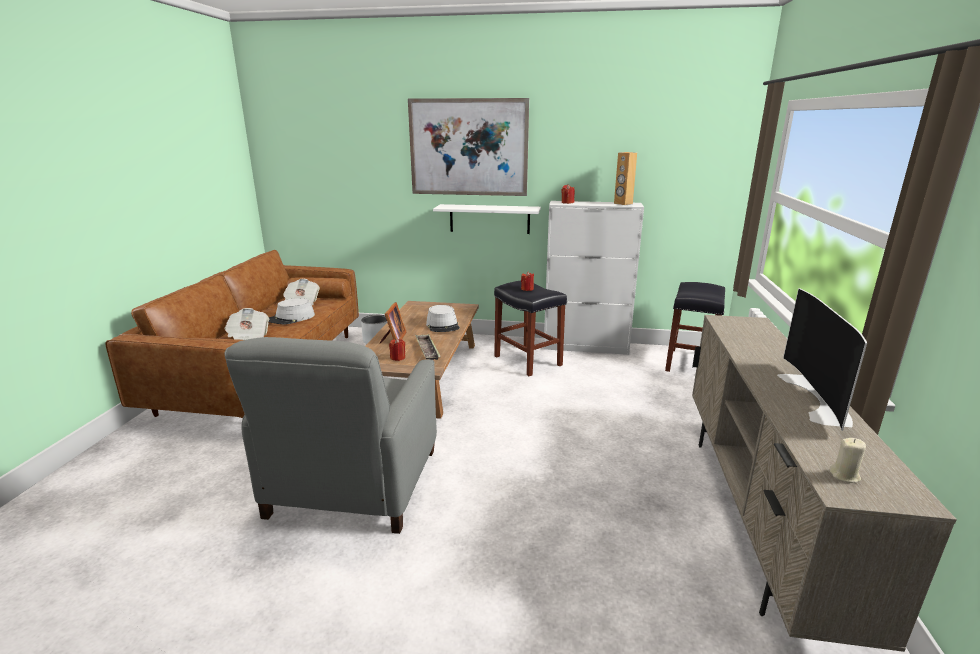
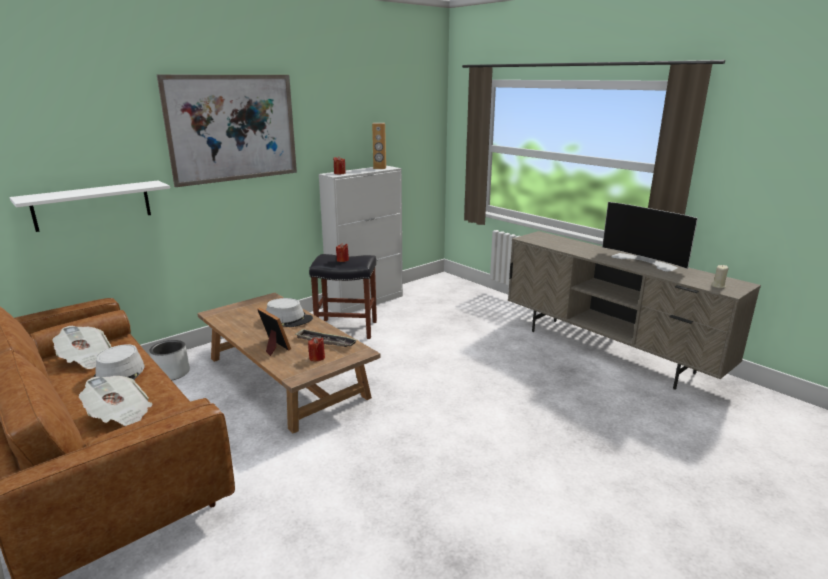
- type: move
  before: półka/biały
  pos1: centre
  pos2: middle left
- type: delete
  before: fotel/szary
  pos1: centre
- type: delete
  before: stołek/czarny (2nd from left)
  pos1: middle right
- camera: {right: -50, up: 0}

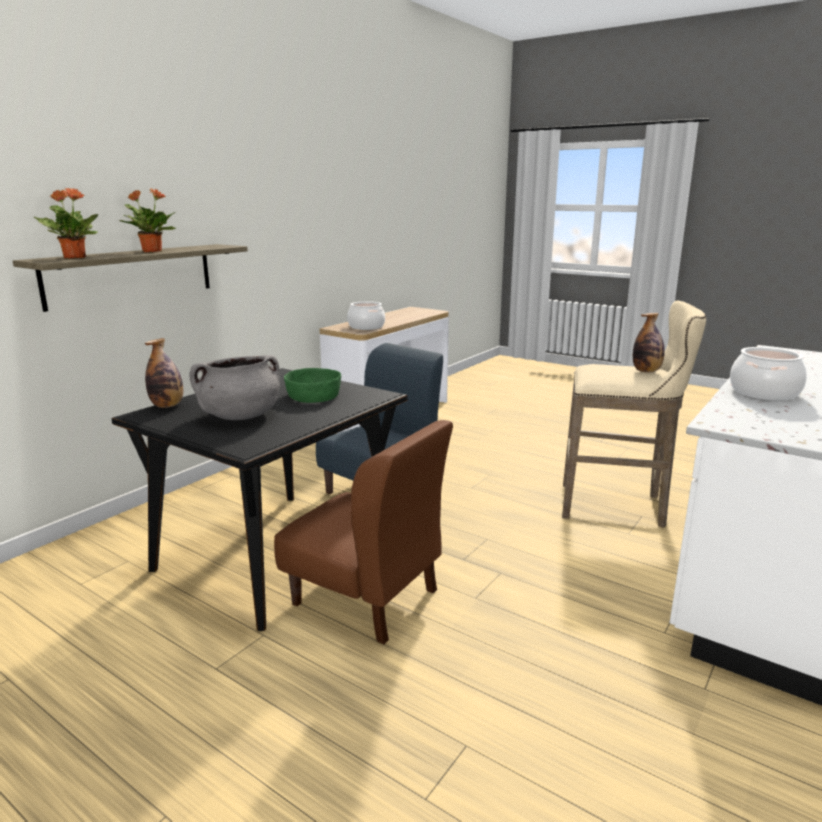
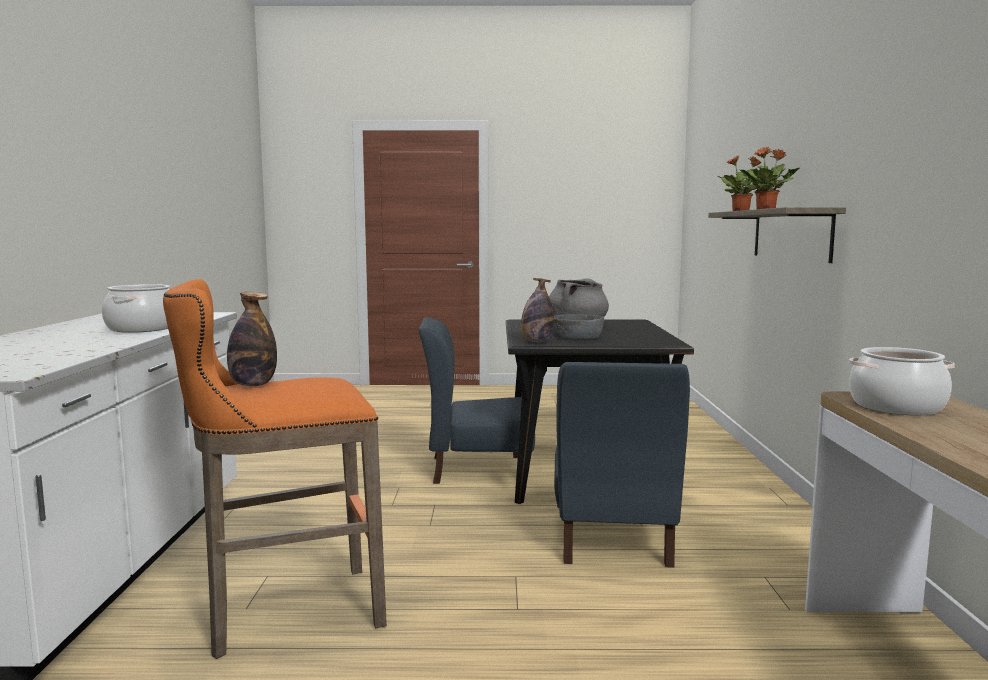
- type: recolor
  before: stołek/beżowy
  after: stołek/pomarańczowy
  pos1: middle right
  pos2: bottom left
- type: recolor
  before: krzesło/brązowy
  after: krzesło/niebieski (1st from left)
  pos1: centre
  pos2: centre
- type: move
  before: butelka (1st from left in the first image)
  after: butelka (2nd from left)
  pos1: middle left
  pos2: centre
- type: recolor
  before: miska/zielony
  after: miska/szary
  pos1: centre
  pos2: centre
- camera: {right: 145, up: -10}

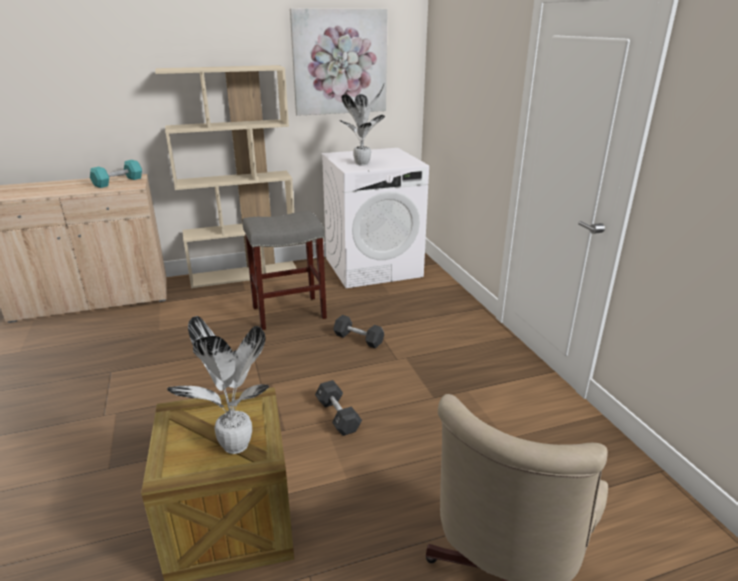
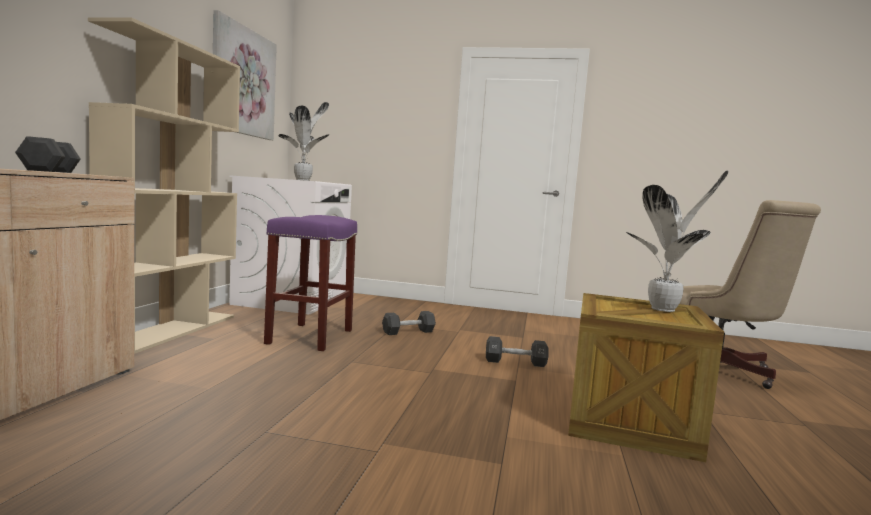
- type: recolor
  before: hantel/turkusowy
  after: hantel/czarny (1st from left)
  pos1: top left
  pos2: top left
- type: recolor
  before: stołek/szary
  after: stołek/fioletowy
  pos1: centre
  pos2: centre
- camera: {right: -60, up: -20}

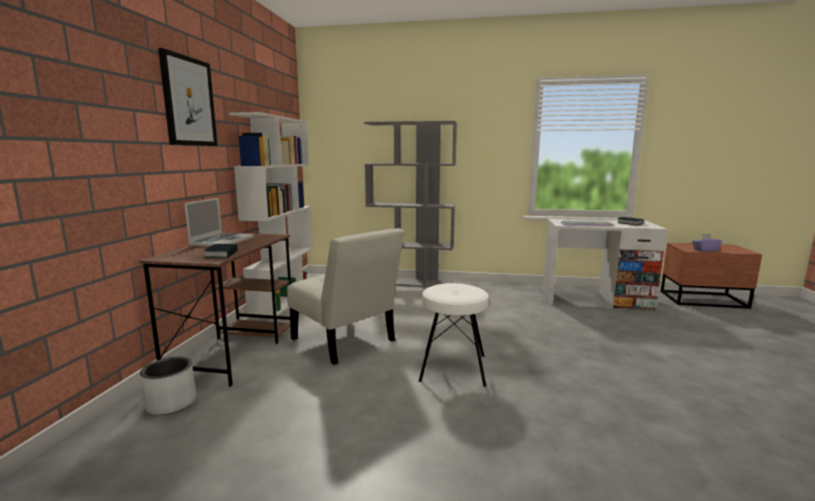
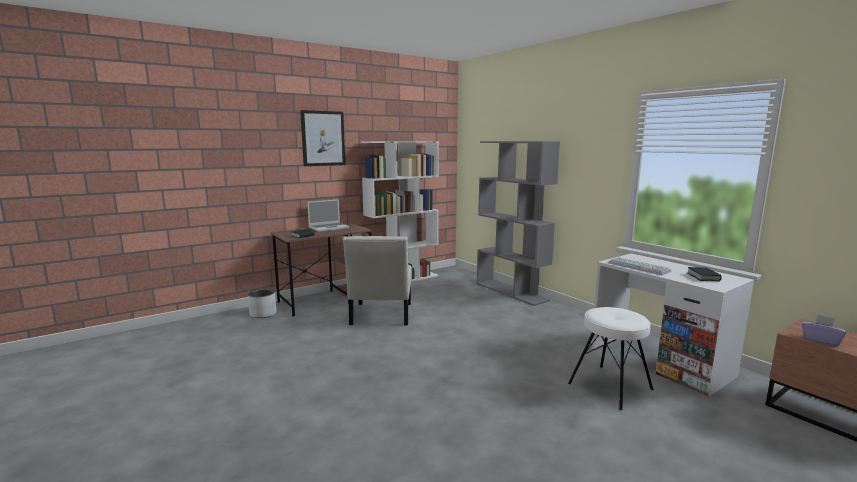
- type: move
  before: stołek/biały
  pos1: bottom centre
  pos2: bottom right
- camera: {right: 45, up: 0}

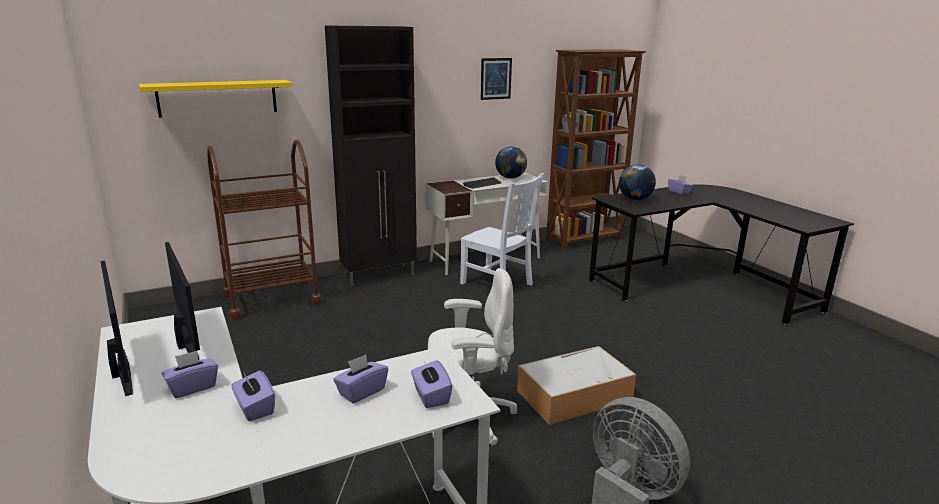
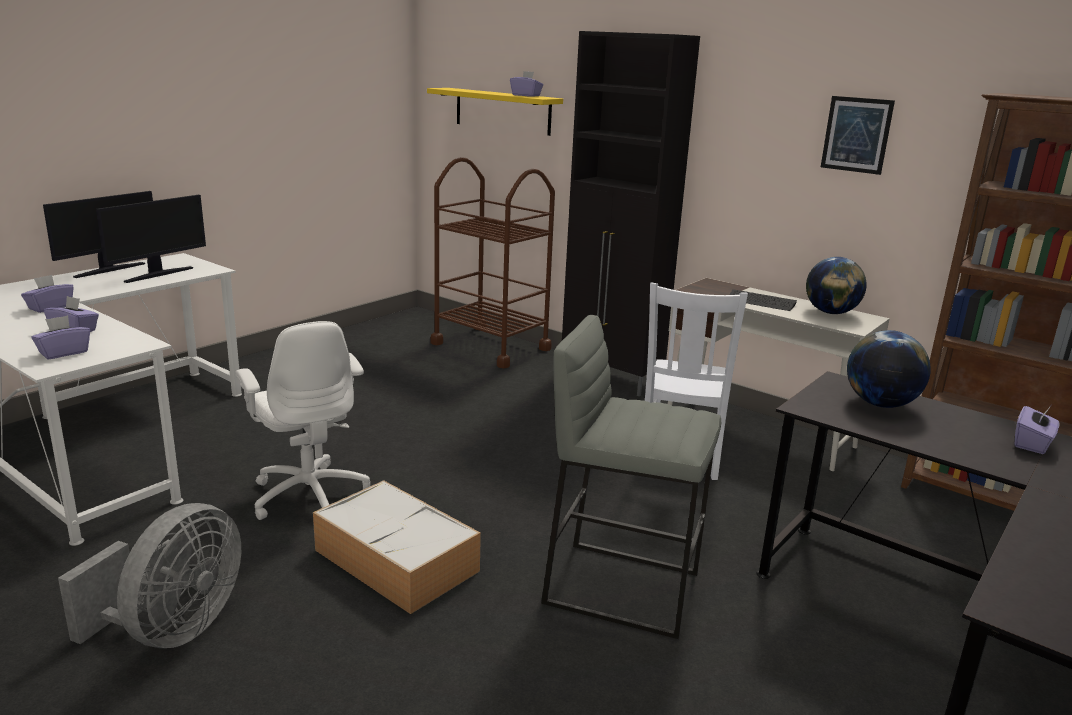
- type: move
  before: pudełko chusteczek/fioletowy (1st from left in the first image)
  after: pudełko chusteczek/fioletowy (4th from left)
  pos1: bottom left
  pos2: top centre
- type: insert
  after: stołek/szary
  pos2: bottom centre
- camera: {right: 65, up: 0}

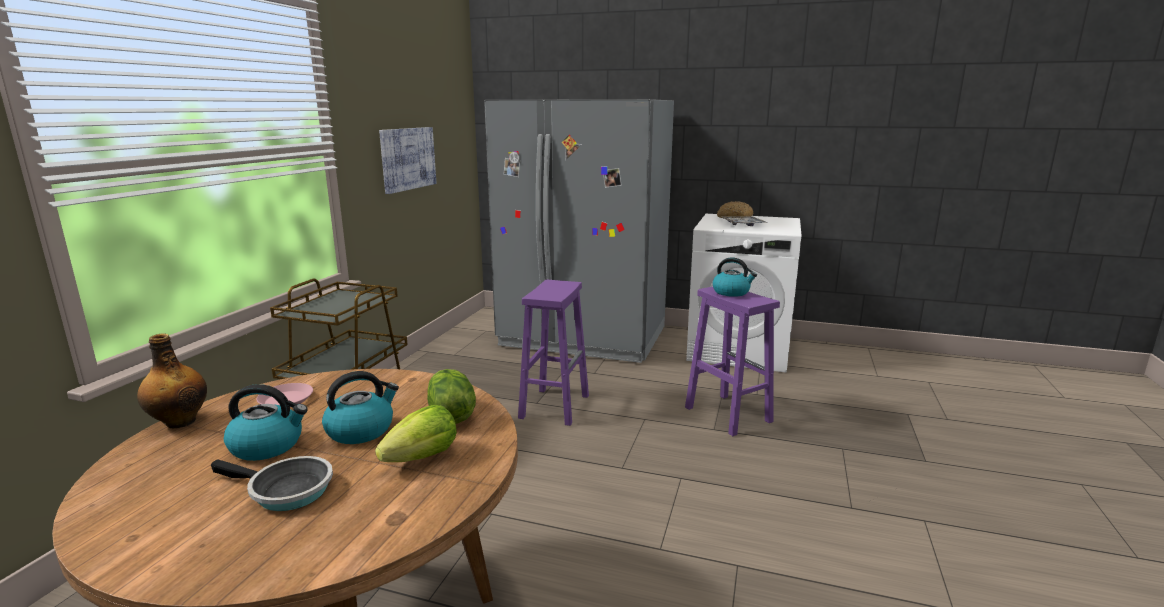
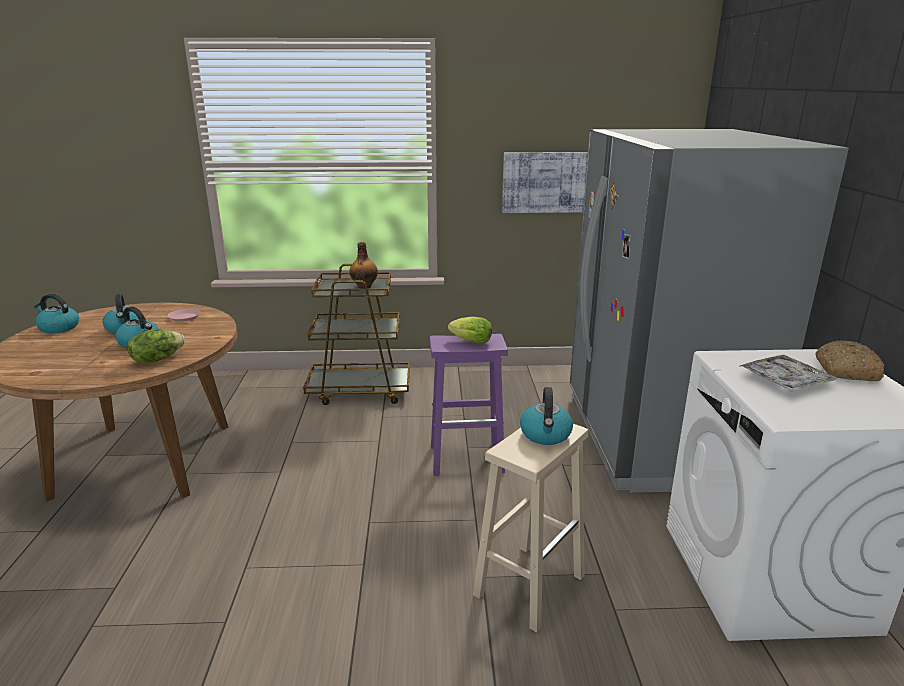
- type: insert
  after: czajnik (1st from left)
  pos2: middle left
- type: move
  before: butelka
  pos1: middle left
  pos2: centre
- type: move
  before: sałata (1st from left in the first image)
  after: sałata (2nd from left)
  pos1: bottom centre
  pos2: centre
- type: recolor
  before: stołek/fioletowy (2nd from left)
  after: stołek/beżowy
  pos1: centre
  pos2: bottom centre
- type: delete
  before: patelnia
  pos1: bottom left
- camera: {right: 70, up: 5}

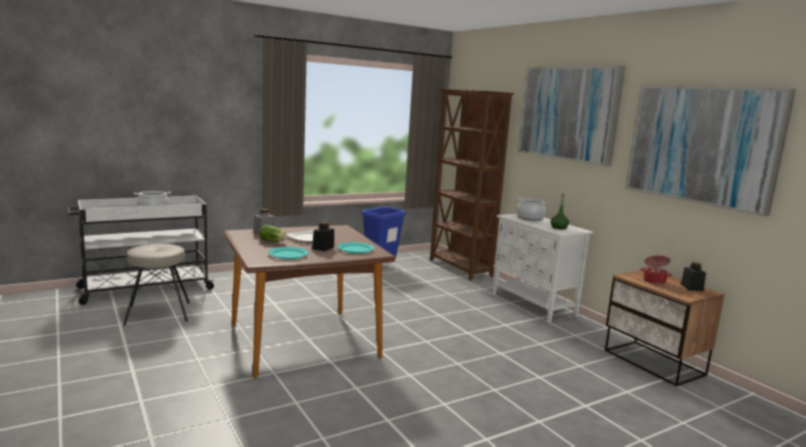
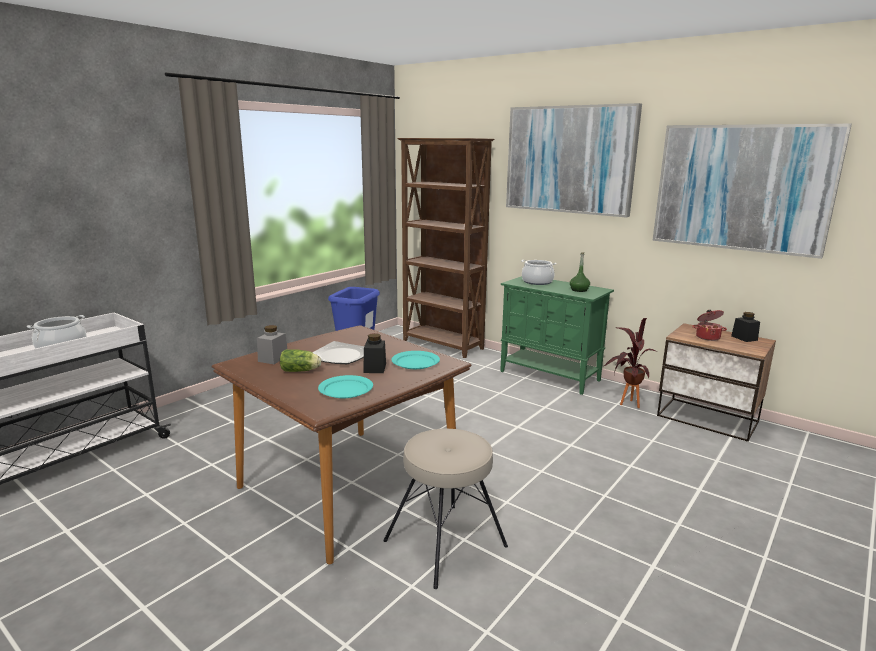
- type: move
  before: stołek/beżowy
  pos1: middle left
  pos2: bottom centre
- type: recolor
  before: szafka/biały
  after: szafka/zielony
  pos1: middle right
  pos2: centre
- type: insert
  after: roślina doniczkowa
  pos2: middle right
- camera: {right: -20, up: 5}

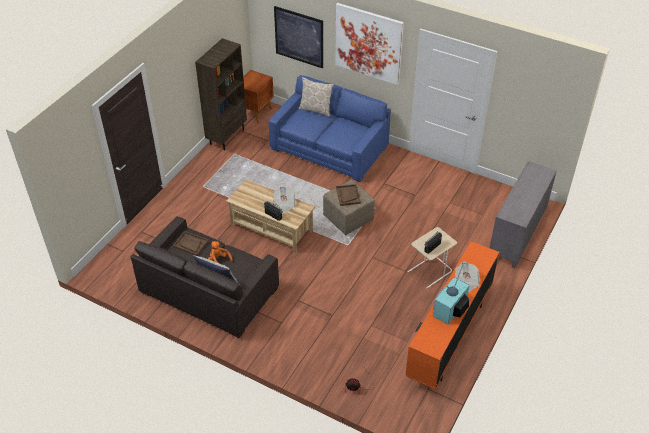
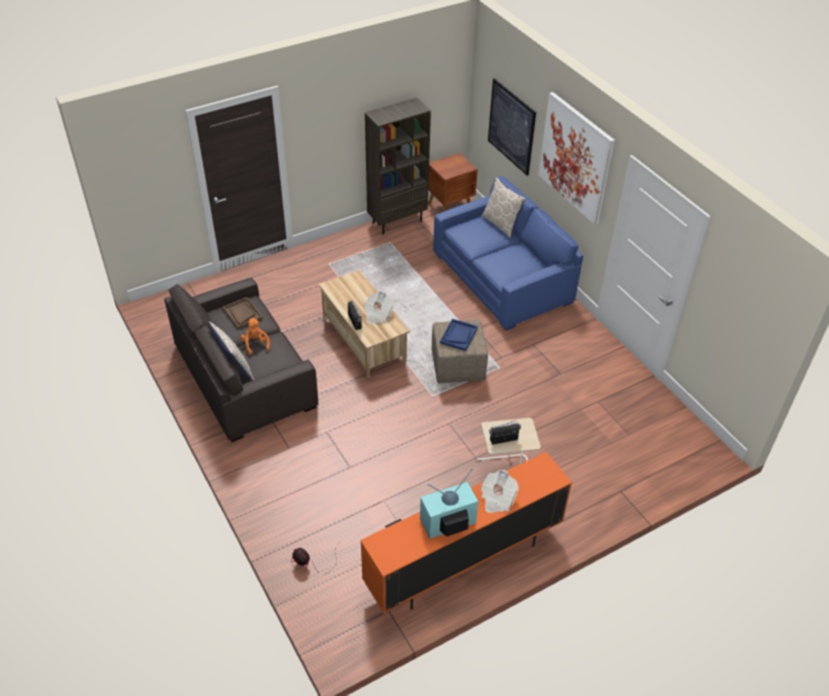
- type: recolor
  before: taca/brązowy (2nd from left)
  after: taca/niebieski
  pos1: centre
  pos2: centre
- type: delete
  before: szafka/szary
  pos1: middle right
- camera: {right: 30, up: 0}

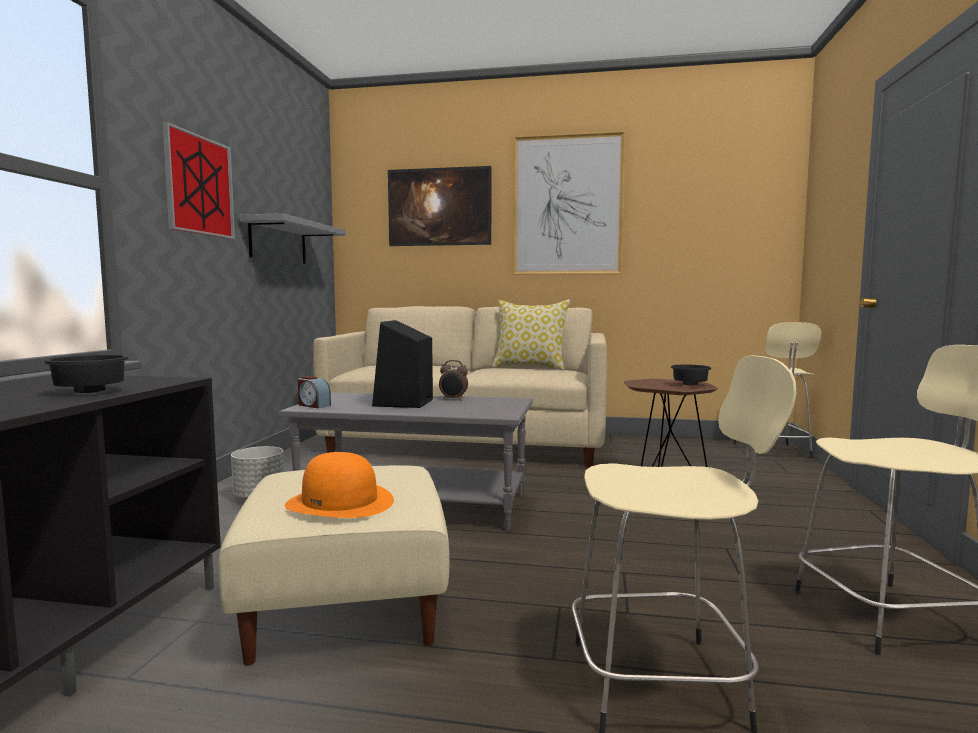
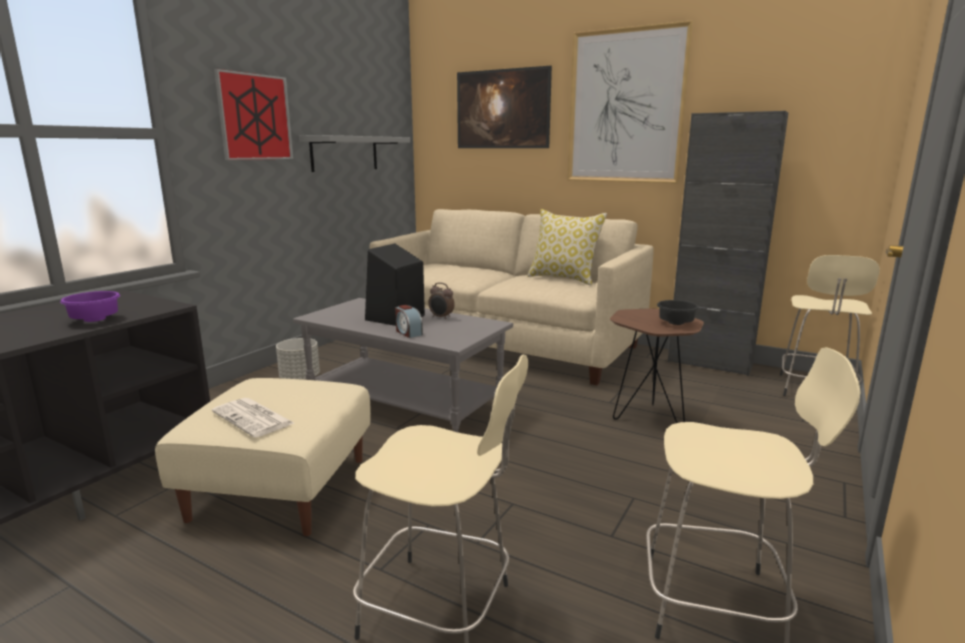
- type: recolor
  before: miska/czarny (1st from left)
  after: miska/fioletowy
  pos1: middle left
  pos2: middle left
- type: replace
  before: kapelusz/pomarańczowy
  after: gazeta
  pos1: centre
  pos2: middle left
- type: move
  before: budzik (1st from left)
  pos1: middle left
  pos2: centre
- type: insert
  after: szafka/czarny
  pos2: middle right
- camera: {right: 20, up: 10}

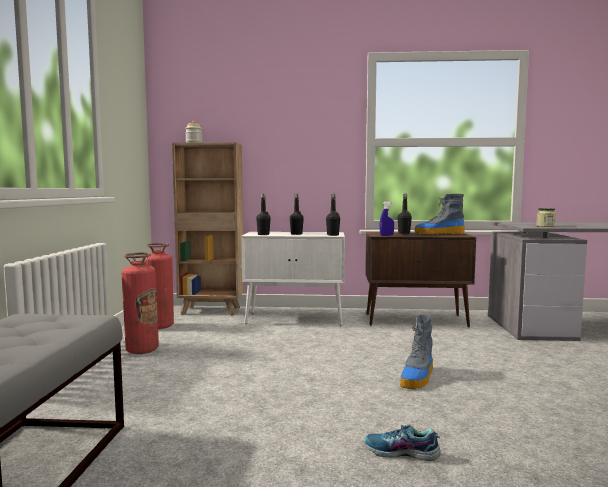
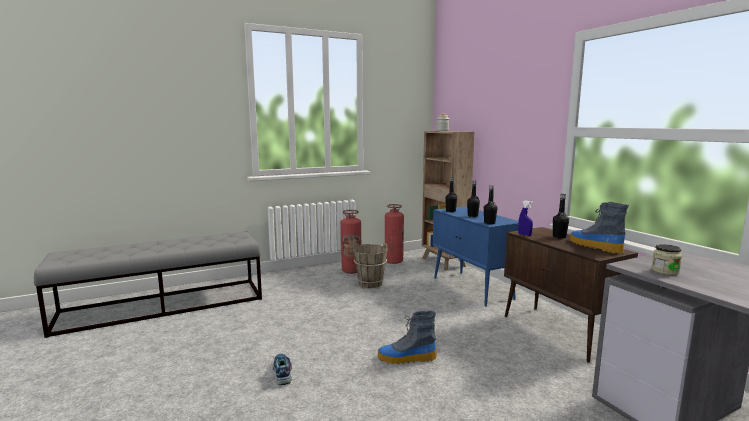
- type: insert
  after: wiadro/brązowy
  pos2: centre
- type: recolor
  before: szafka/biały
  after: szafka/niebieski
  pos1: centre
  pos2: centre
- camera: {right: 60, up: 5}

